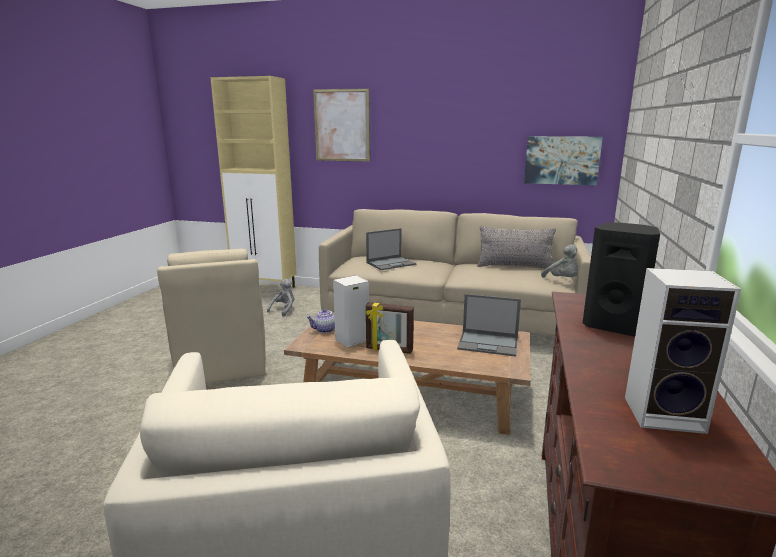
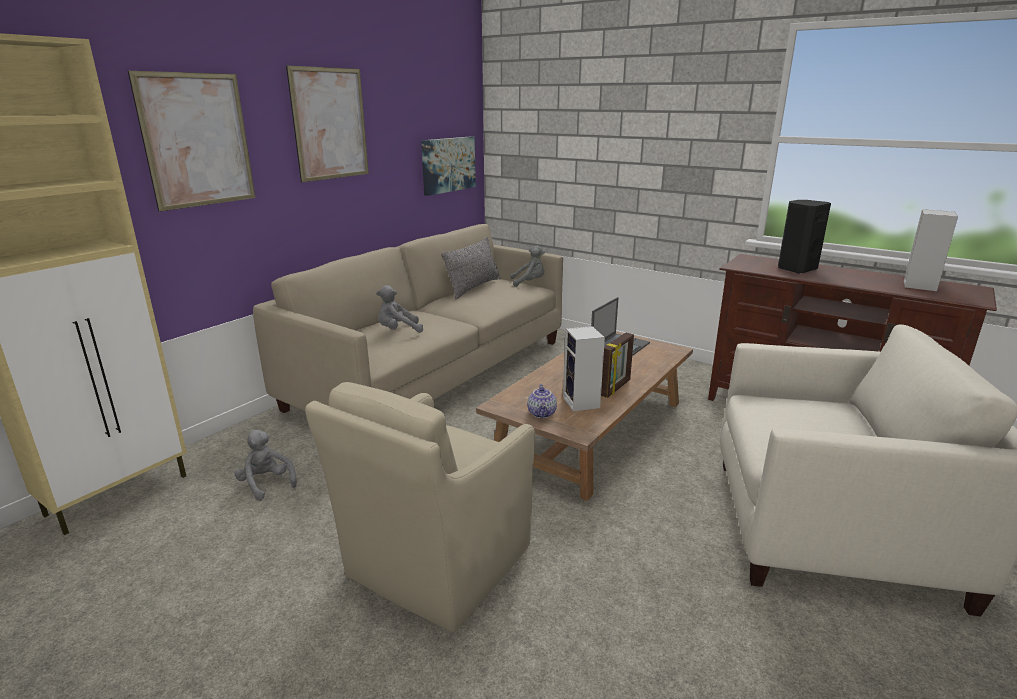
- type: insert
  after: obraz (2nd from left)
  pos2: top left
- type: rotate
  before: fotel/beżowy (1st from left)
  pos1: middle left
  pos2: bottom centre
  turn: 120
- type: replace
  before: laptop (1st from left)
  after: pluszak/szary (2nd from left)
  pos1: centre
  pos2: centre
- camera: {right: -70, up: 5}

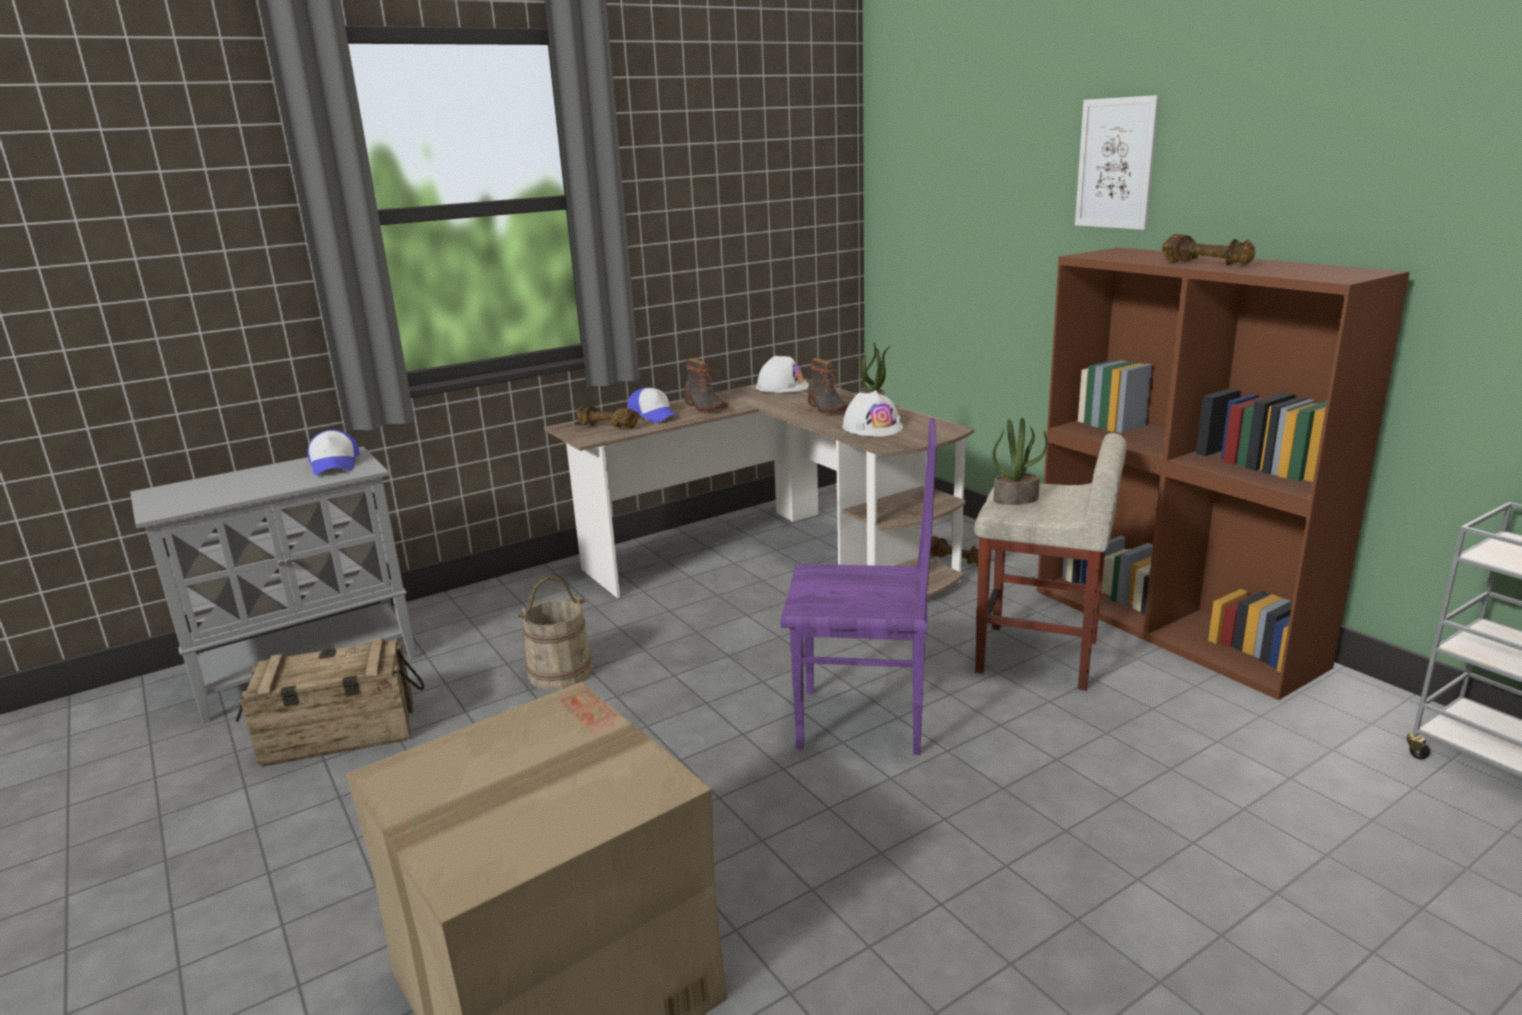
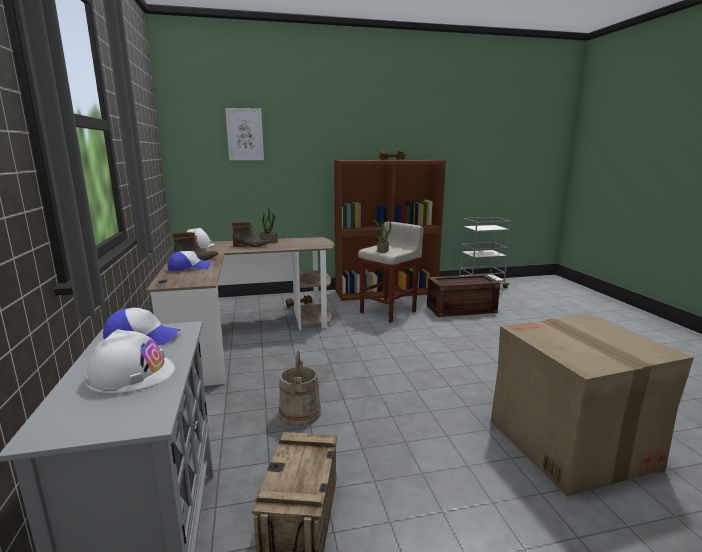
- type: move
  before: kask/biały (2nd from left in the first image)
  after: kask/biały (1st from left)
  pos1: centre
  pos2: middle left
- type: move
  before: obraz
  pos1: top right
  pos2: top centre
- type: insert
  after: skrzynka (2nd from left)
  pos2: centre
- type: delete
  before: hantel/brązowy (1st from left)
  pos1: centre
- type: delete
  before: krzesło/fioletowy
  pos1: centre
- camera: {right: -70, up: -5}

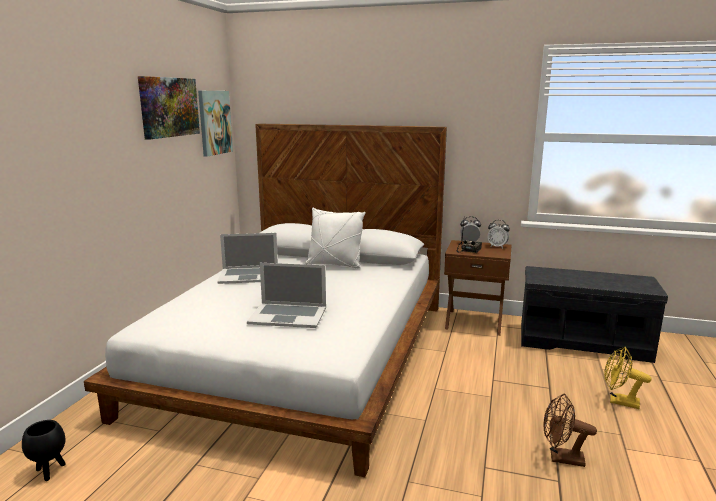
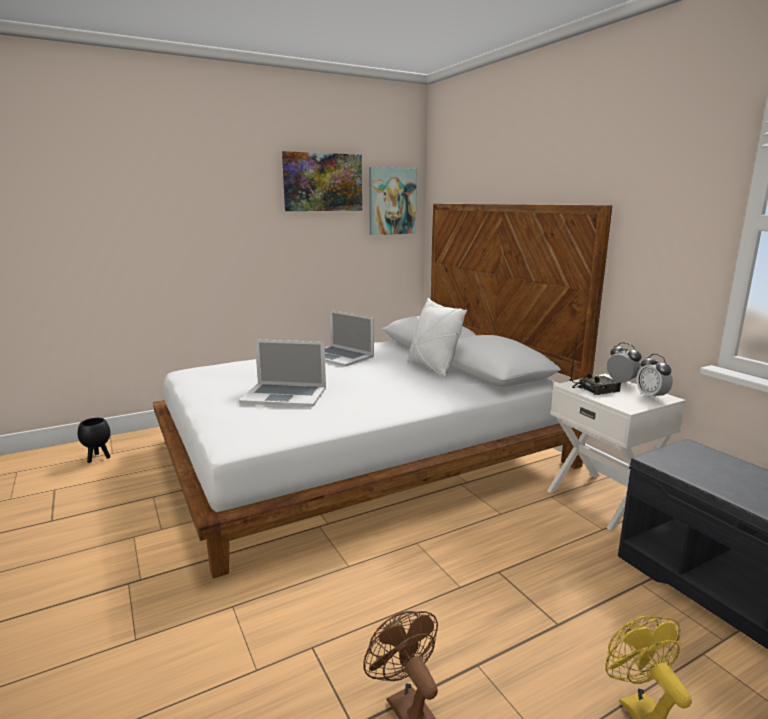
- type: rotate
  before: laptop (2nd from left in the first image)
  pos1: centre
  pos2: centre
  turn: -45
- type: recolor
  before: szafka nocna/brązowy
  after: szafka nocna/biały
  pos1: centre
  pos2: middle right
- camera: {right: 45, up: 0}

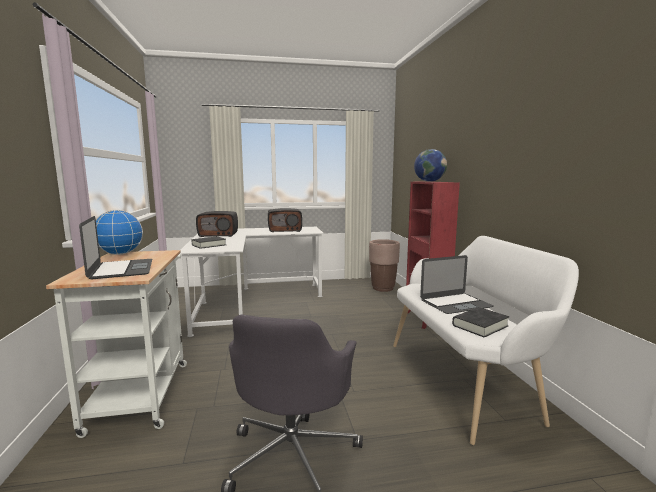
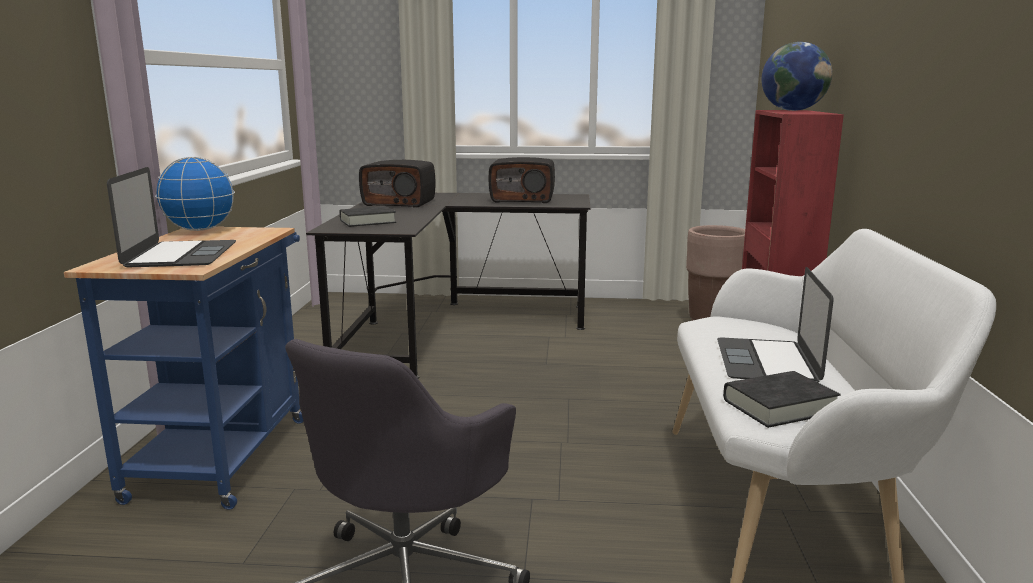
- type: recolor
  before: wózek/biały
  after: wózek/niebieski
  pos1: bottom left
  pos2: middle left
- type: recolor
  before: biurko/biały
  after: biurko/czarny
  pos1: centre
  pos2: centre
- type: rotate
  before: laptop (2nd from left)
  pos1: middle right
  pos2: middle right
  turn: 105
- camera: {right: 15, up: 5}

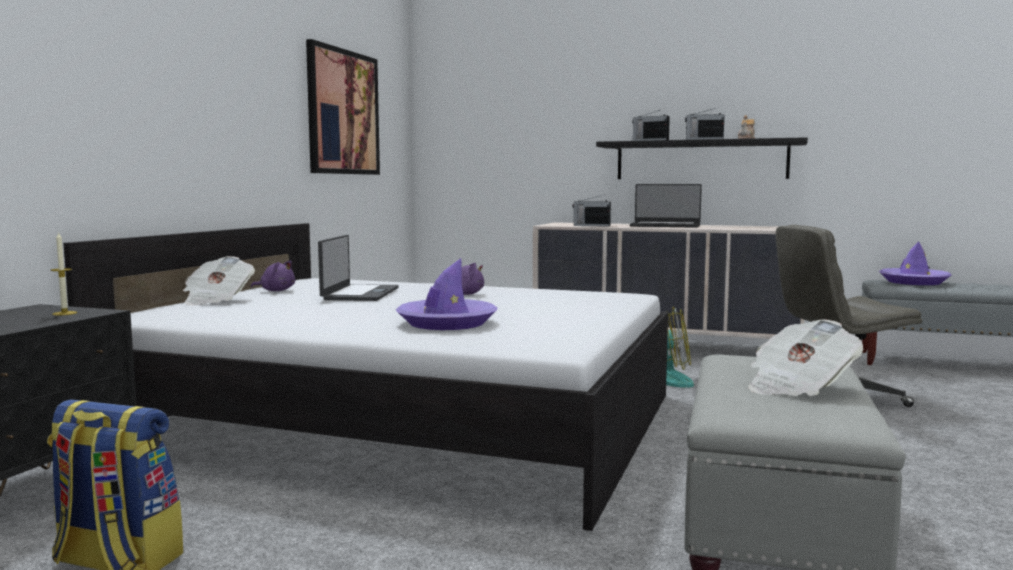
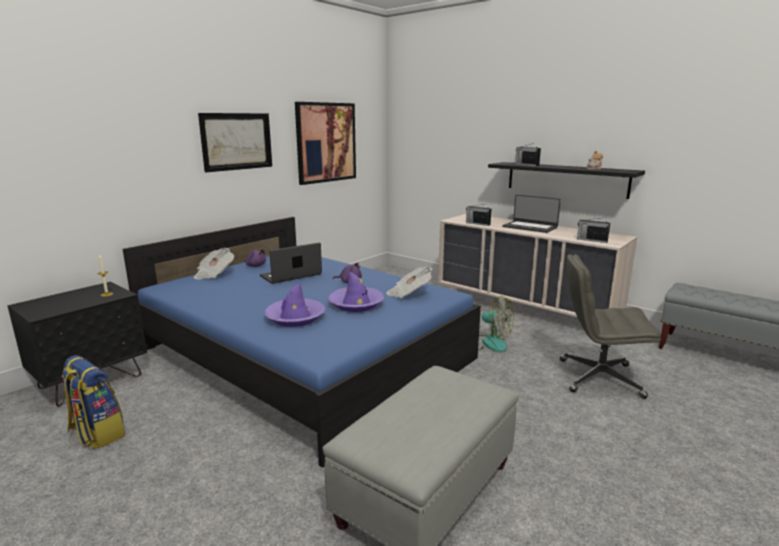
- type: recolor
  before: łóżko/biały
  after: łóżko/niebieski
  pos1: centre
  pos2: centre
- type: insert
  after: obraz (1st from left)
  pos2: top left
- type: rotate
  before: laptop (1st from left)
  pos1: centre
  pos2: centre
  turn: -150
- type: move
  before: kapelusz/fioletowy (2nd from left)
  pos1: middle right
  pos2: centre
- type: move
  before: gazeta (2nd from left)
  pos1: middle right
  pos2: centre
- type: move
  before: radio (3rd from left)
  pos1: top right
  pos2: middle right
- camera: {right: 20, up: 10}

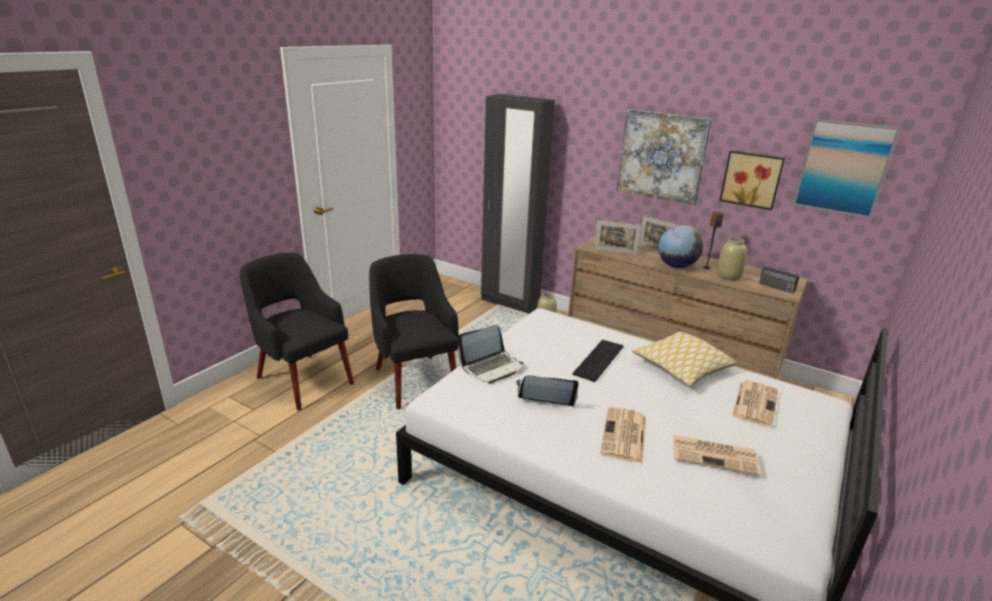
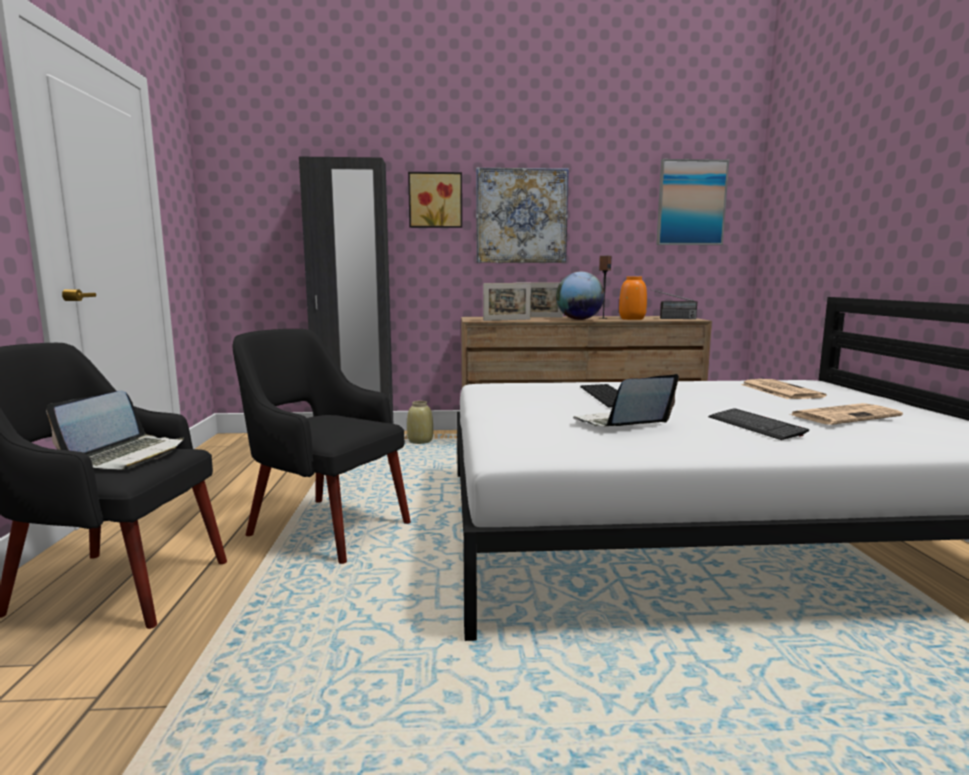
- type: move
  before: laptop (1st from left)
  pos1: centre
  pos2: middle left
- type: move
  before: obraz (2nd from left in the first image)
  after: obraz (1st from left)
  pos1: top right
  pos2: top centre
- type: recolor
  before: wazon/beżowy (2nd from left)
  after: wazon/pomarańczowy
  pos1: middle right
  pos2: centre
- type: replace
  before: gazeta (1st from left)
  after: klawiatura (2nd from left)
  pos1: bottom centre
  pos2: middle right
- type: delete
  before: poduszka
  pos1: middle right
- camera: {right: -35, up: -15}

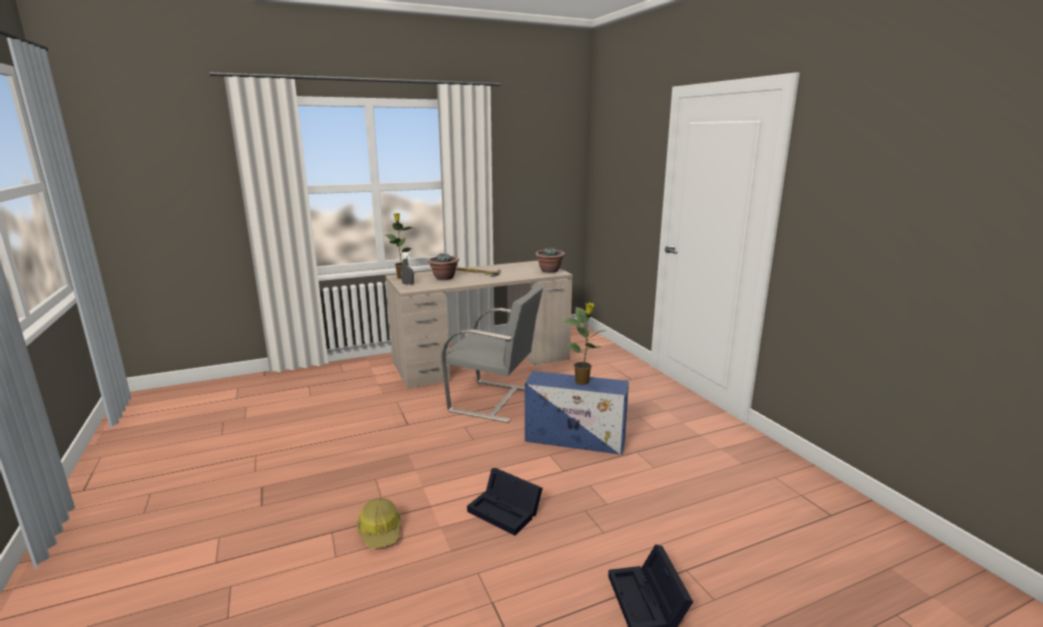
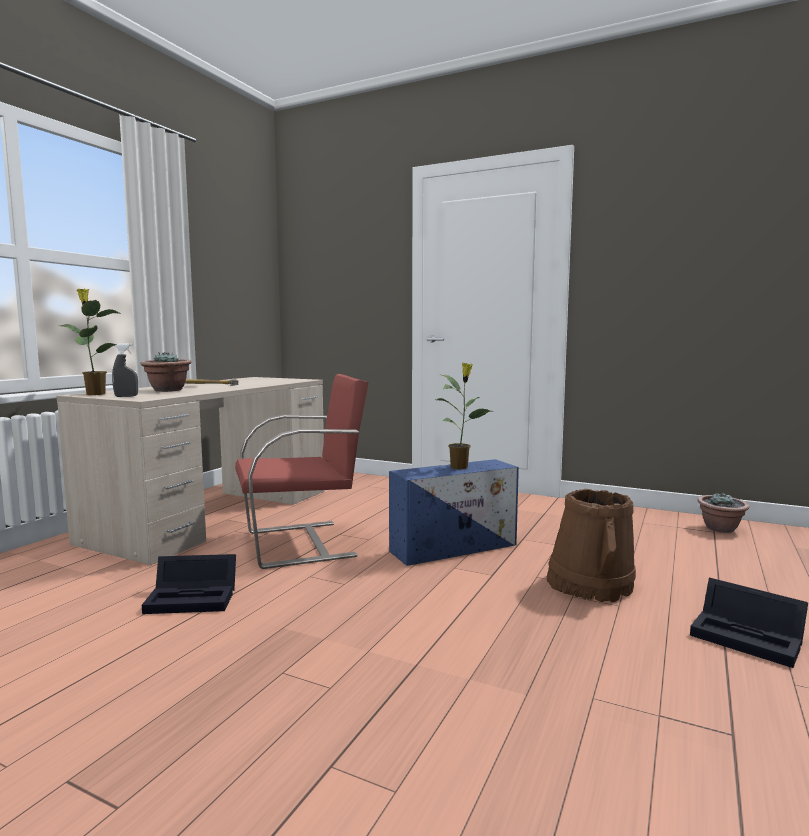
- type: move
  before: pojemnik do przechowywania/czarny (1st from left)
  pos1: bottom centre
  pos2: bottom left
- type: recolor
  before: krzesło/szary
  after: krzesło/czerwony
  pos1: centre
  pos2: centre
- type: insert
  after: wiadro/brązowy
  pos2: middle right
- type: move
  before: roślina doniczkowa (3rd from left in the first image)
  after: roślina doniczkowa (4th from left)
  pos1: centre
  pos2: middle right
- type: delete
  before: kask
  pos1: bottom centre
- camera: {right: -40, up: -10}

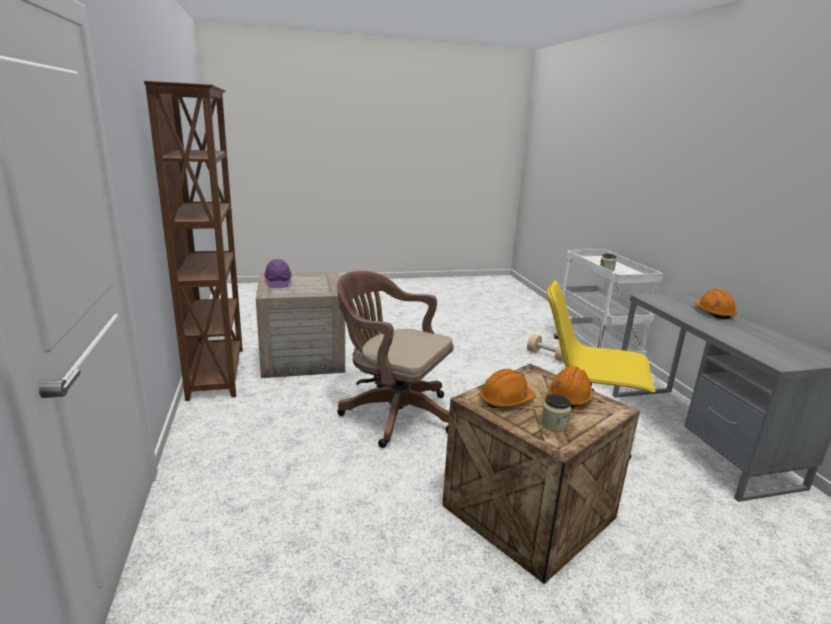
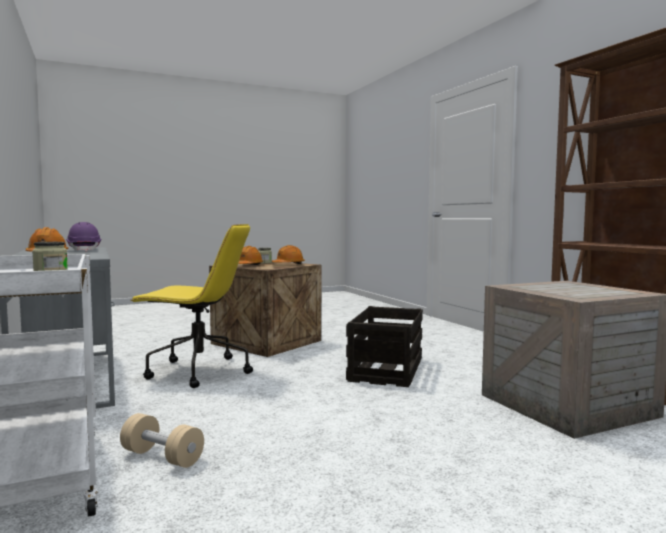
- type: move
  before: kask/fioletowy
  pos1: centre
  pos2: middle left
- type: replace
  before: krzesło biurowe/brązowy
  after: skrzynka (2nd from left)
  pos1: centre
  pos2: centre
- camera: {right: 170, up: -15}

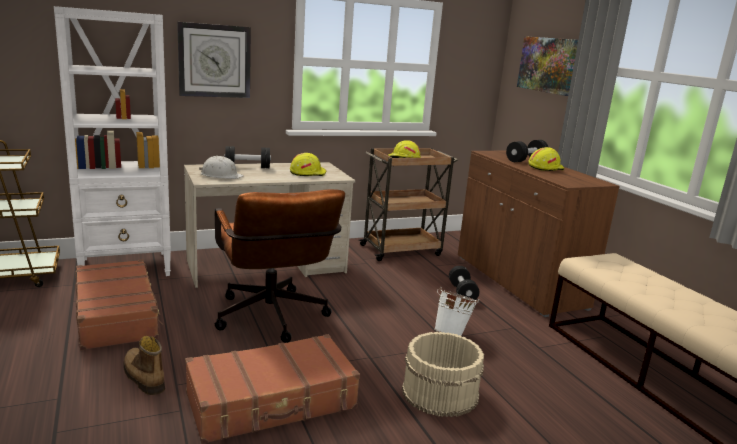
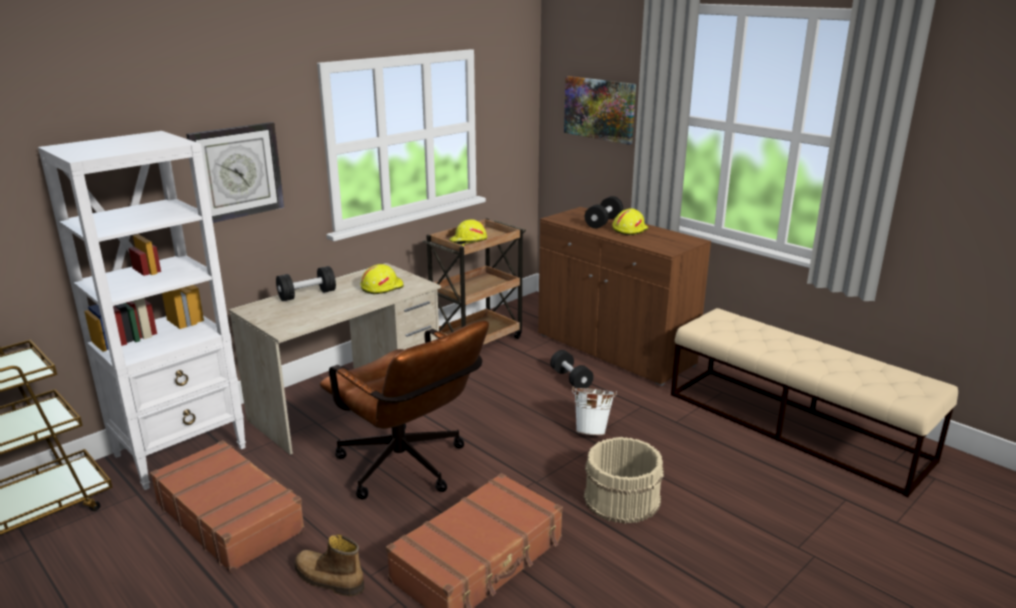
- type: delete
  before: kask/biały
  pos1: middle left
- camera: {right: -20, up: 5}

